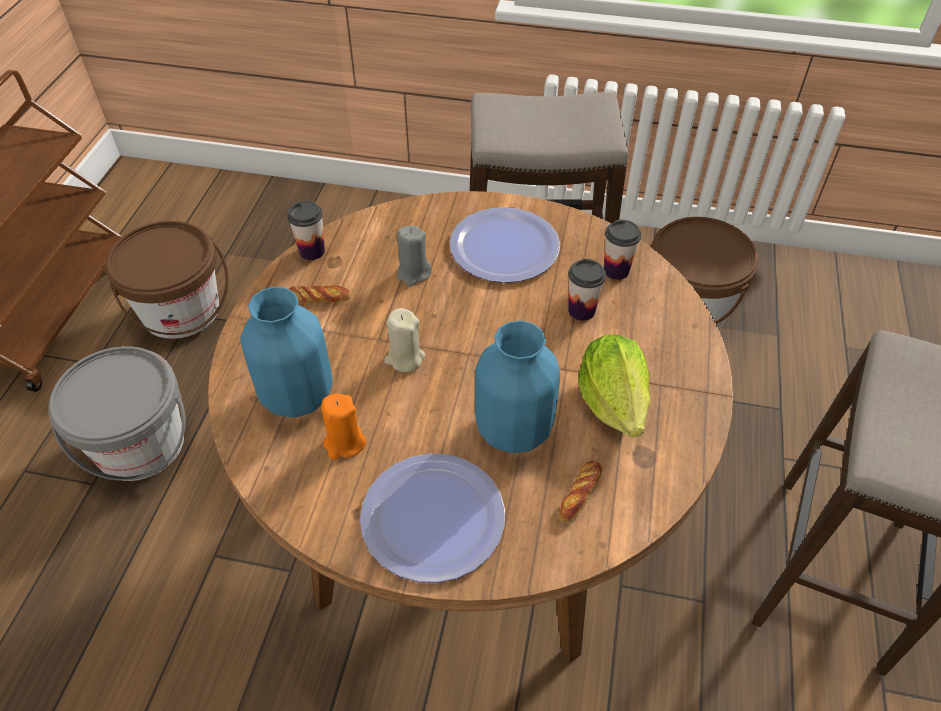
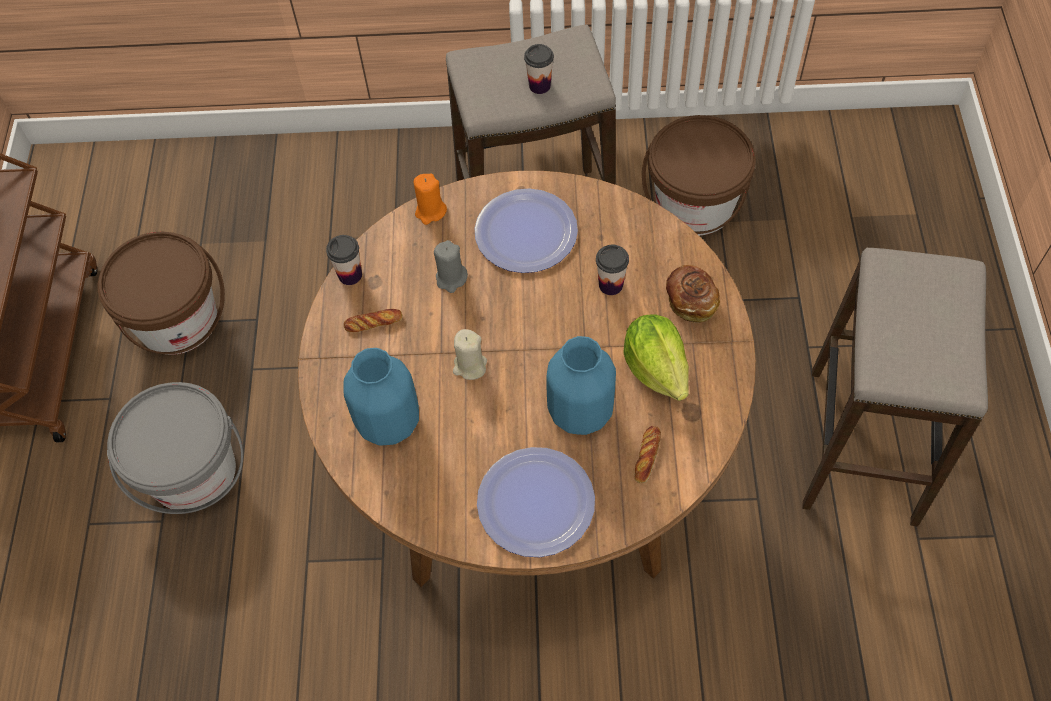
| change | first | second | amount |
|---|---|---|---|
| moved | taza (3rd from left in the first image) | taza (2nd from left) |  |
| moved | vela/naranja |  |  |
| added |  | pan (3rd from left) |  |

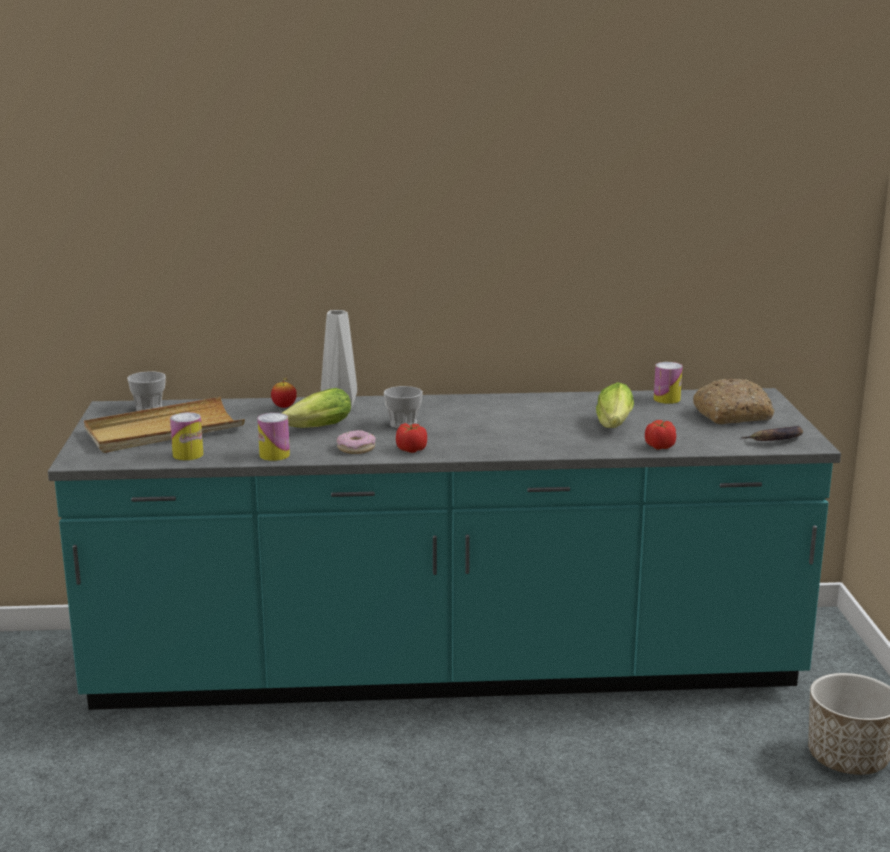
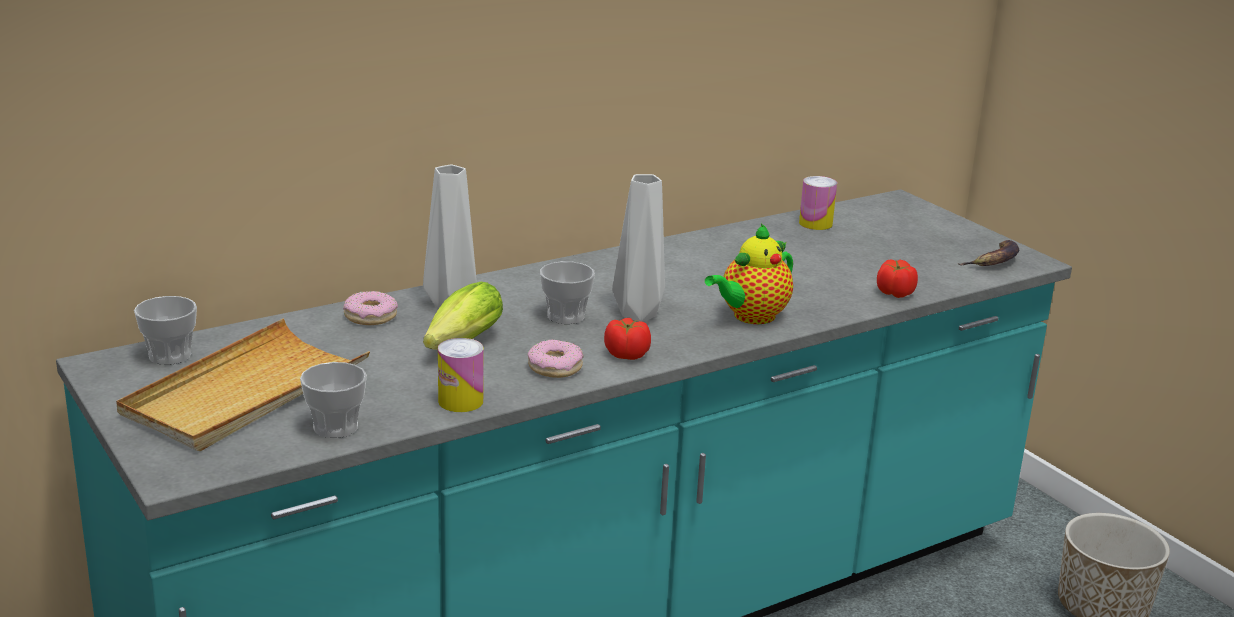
| change | first | second | amount |
|---|---|---|---|
| replaced | manzana | rosquilla (1st from left) |  |
| removed | pan |  |  |
| removed | lechuga (2nd from left) |  |  |
| replaced | lata (1st from left) | taza (2nd from left) |  |
| added |  | florero/gris (2nd from left) |  |
| added |  | tetera |  |

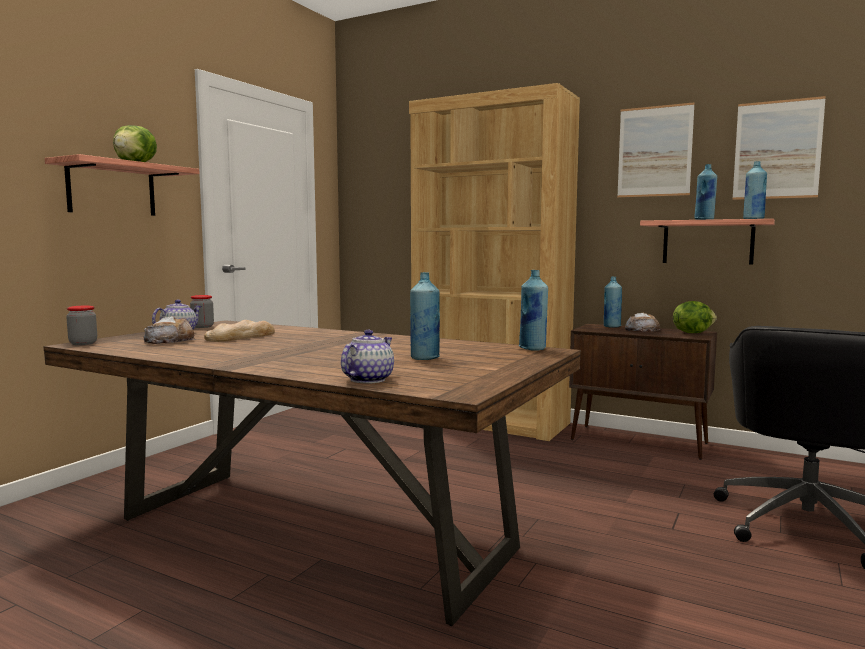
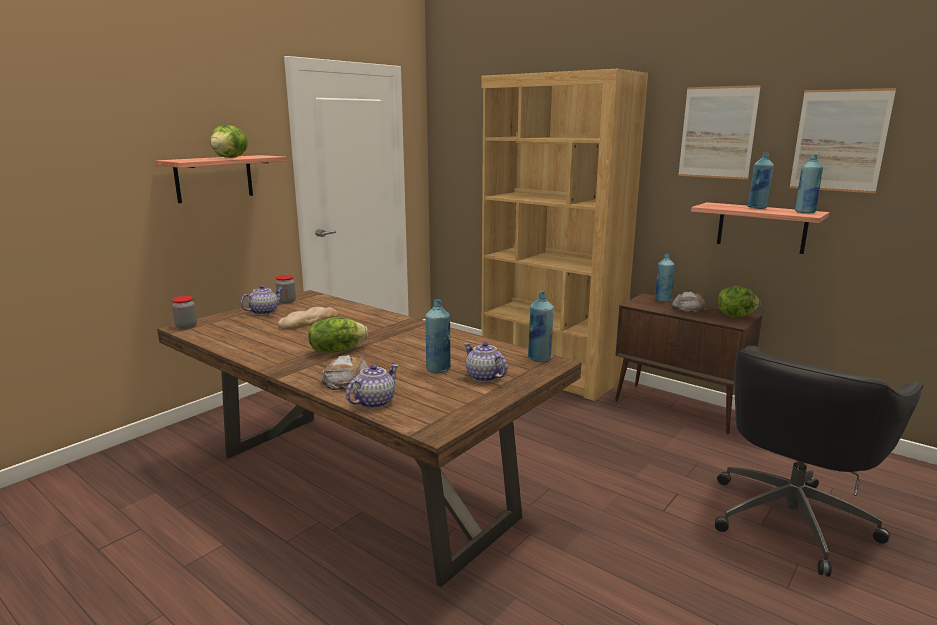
| change | first | second | amount |
|---|---|---|---|
| moved | pan (1st from left in the first image) | pan (2nd from left) |  |
| added |  | lechuga (2nd from left) |  |
| added |  | tetera (3rd from left) |  |

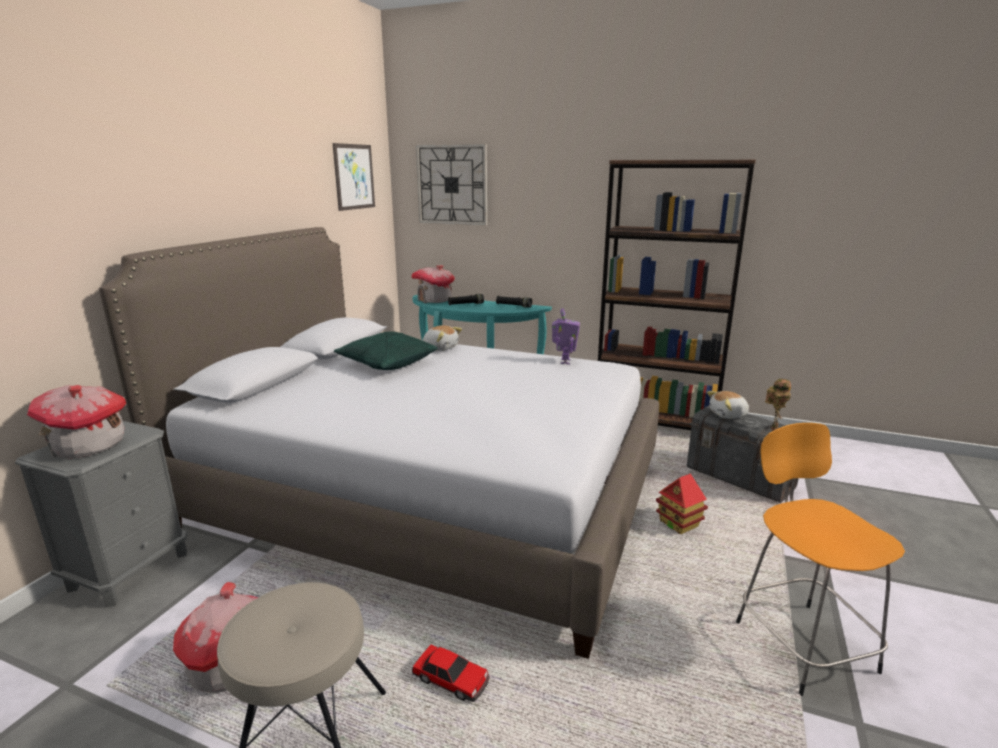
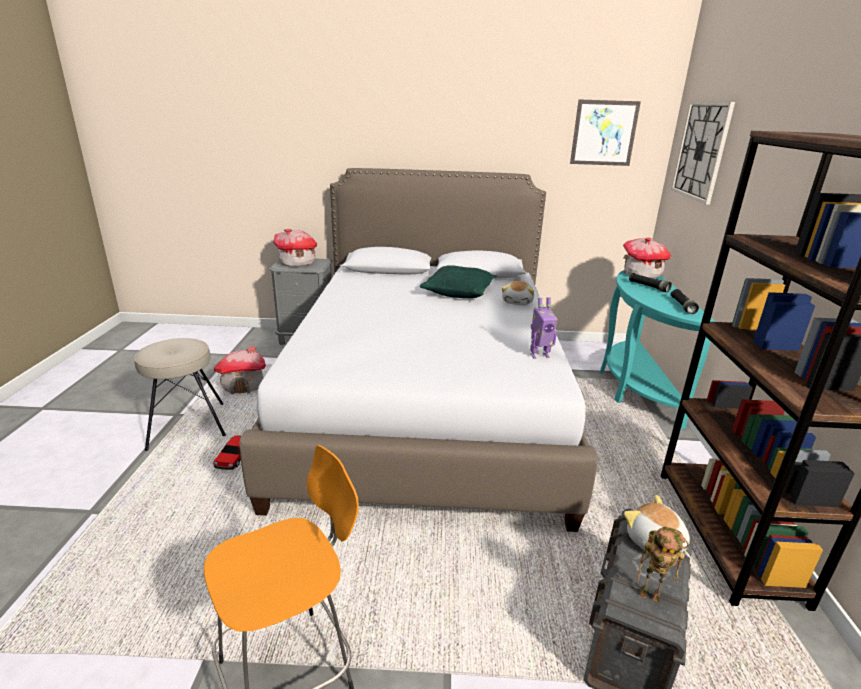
| change | first | second | amount |
|---|---|---|---|
| removed | casita (4th from left) |  |  |

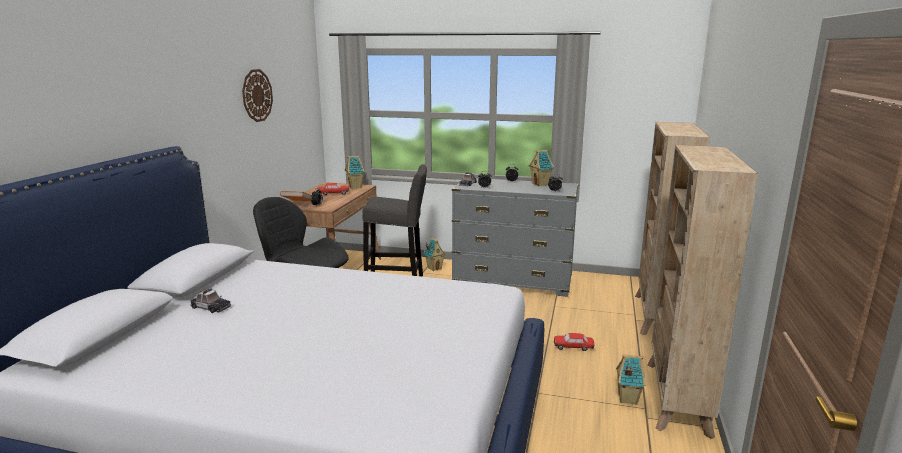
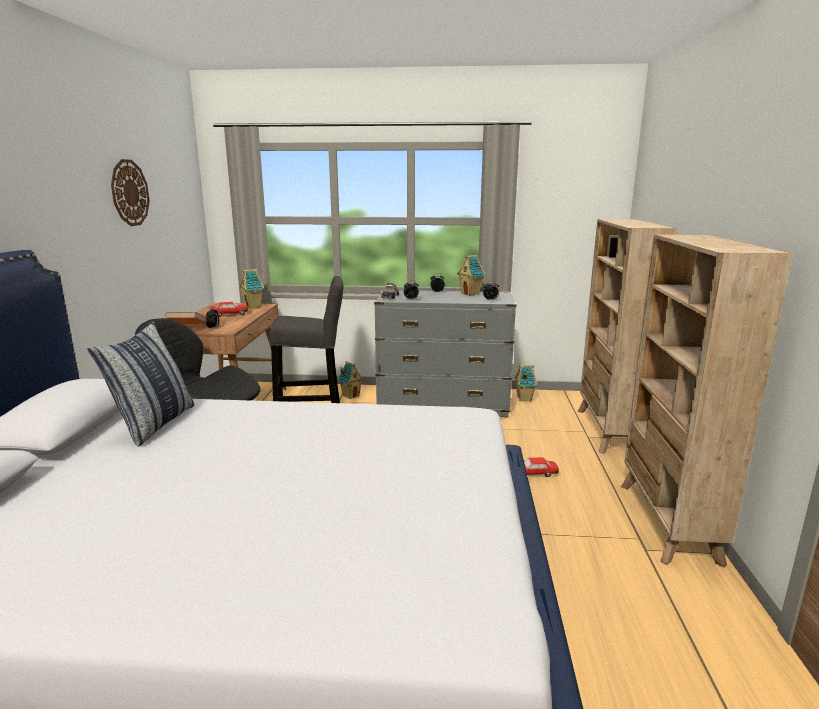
| change | first | second | amount |
|---|---|---|---|
| removed | coche de juguete (1st from left) |  |  |
| moved | casita (4th from left) |  |  |
| added |  | cojín |  |

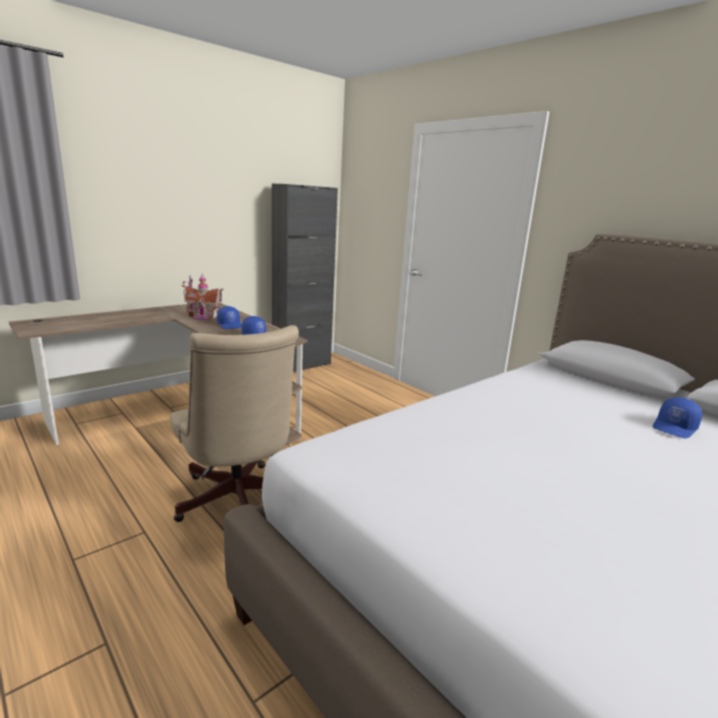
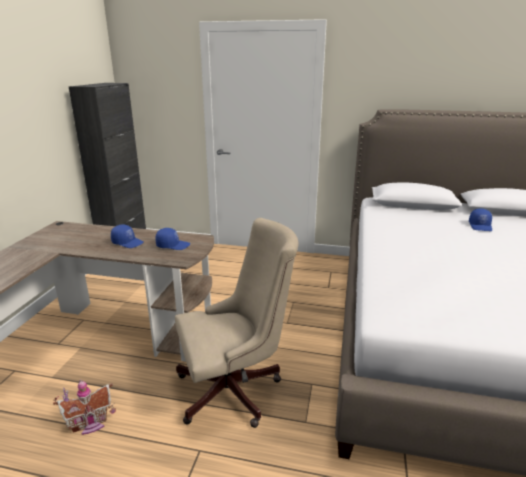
| change | first | second | amount |
|---|---|---|---|
| moved | casita |  |  |
| turned | silla de oficina/beis |  | 45 degrees counterclockwise |

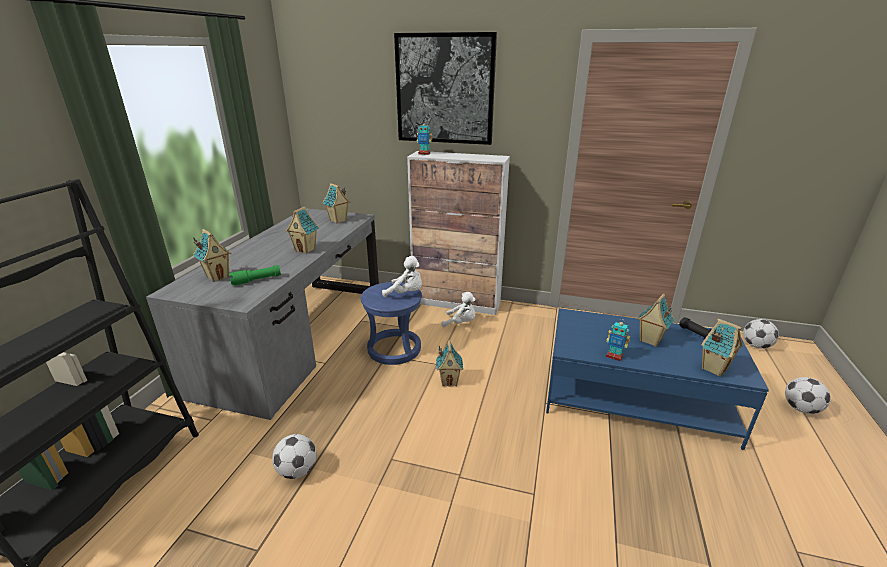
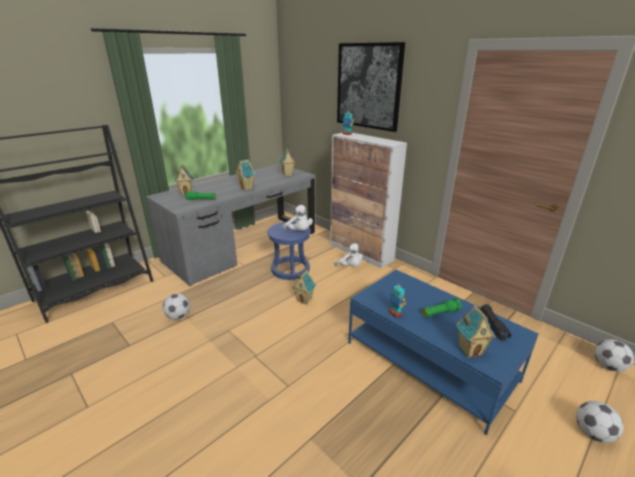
| change | first | second | amount |
|---|---|---|---|
| replaced | casita (5th from left) | linterna/verde (2nd from left) |  |

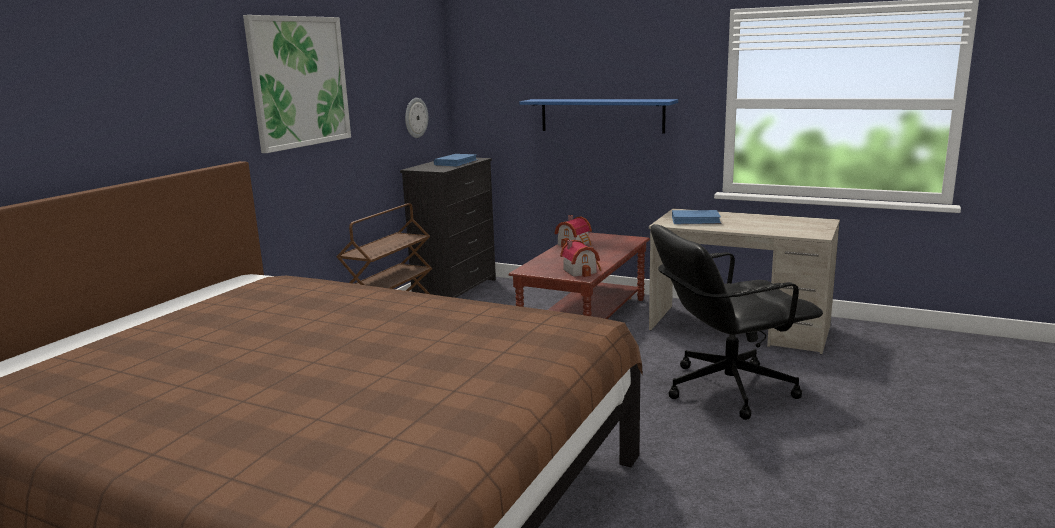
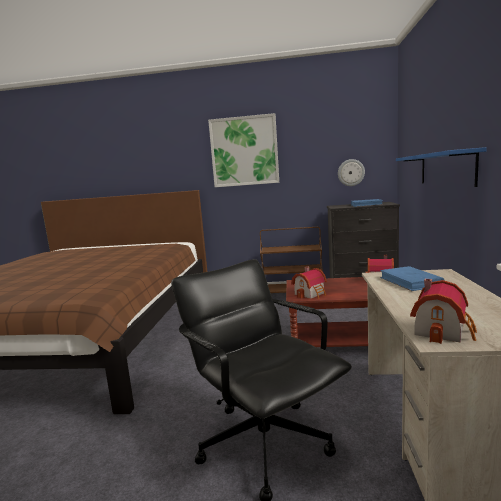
| change | first | second | amount |
|---|---|---|---|
| added |  | casita (3rd from left) |  |

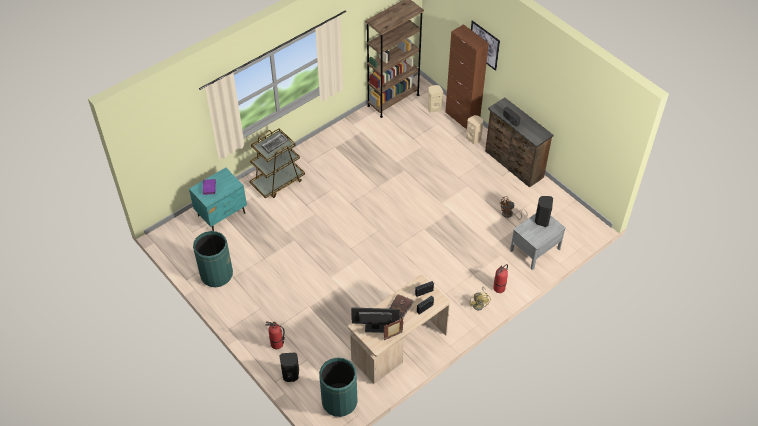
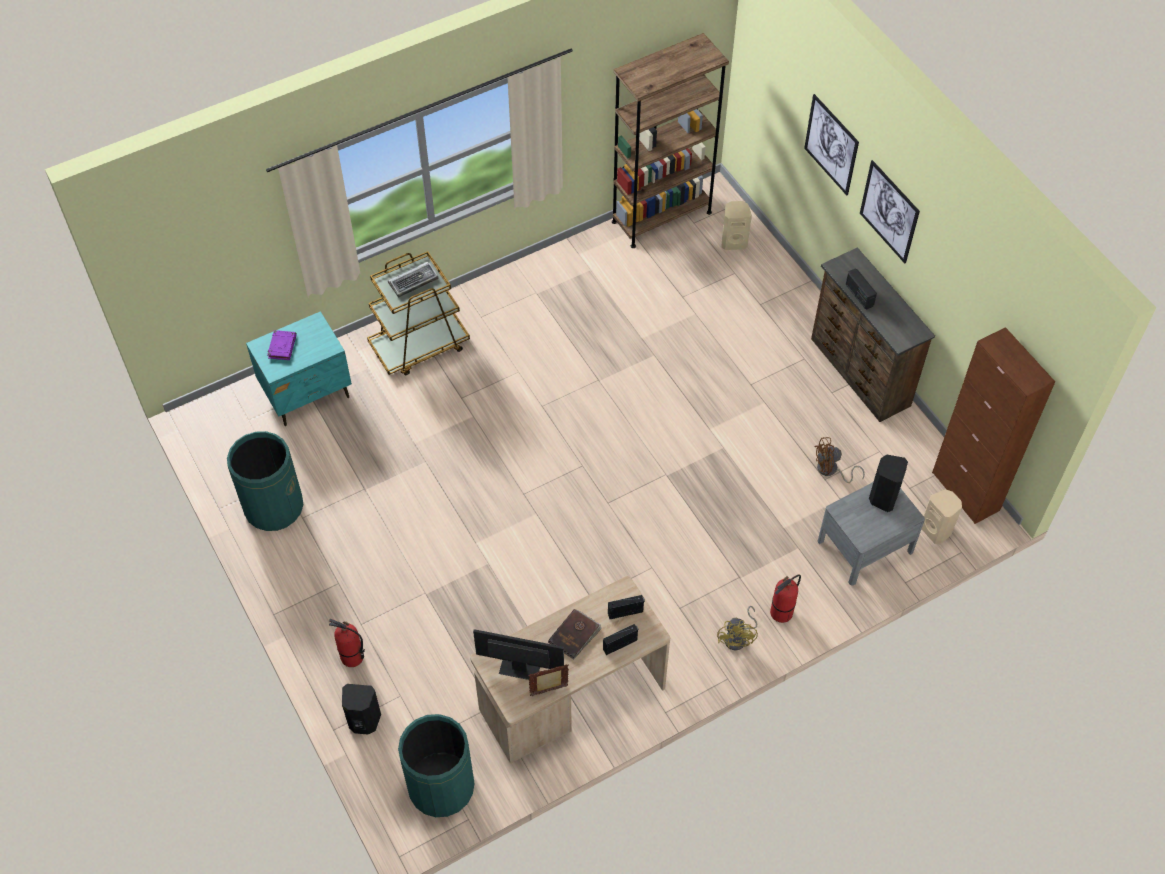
| change | first | second | amount |
|---|---|---|---|
| moved | armario/marrón |  |  |
| moved | altavoz/beis (2nd from left) |  |  |
| added |  | cuadro (2nd from left) |  |

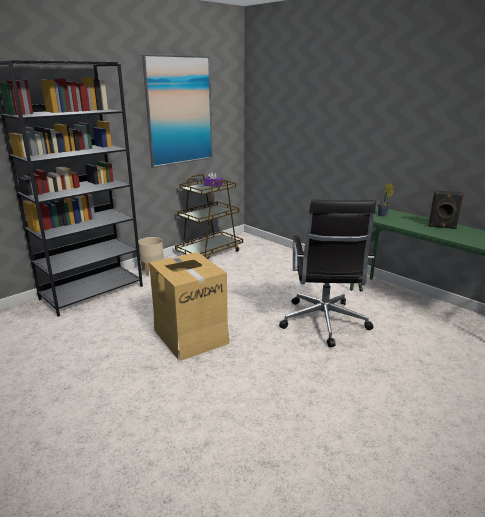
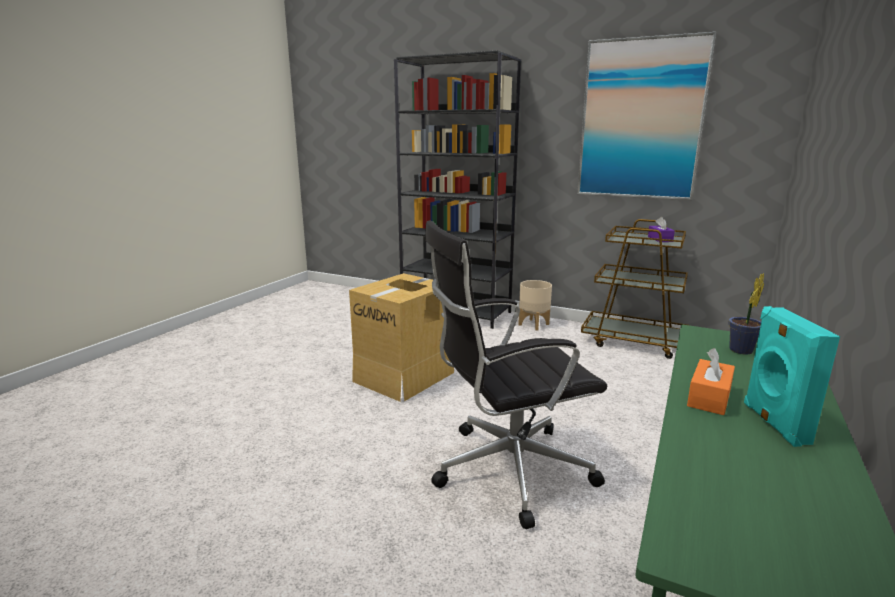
| change | first | second | amount |
|---|---|---|---|
| recoloured | altavoz/negro | altavoz/turquesa |  |
| added |  | caja de pañuelos/naranja |  |

